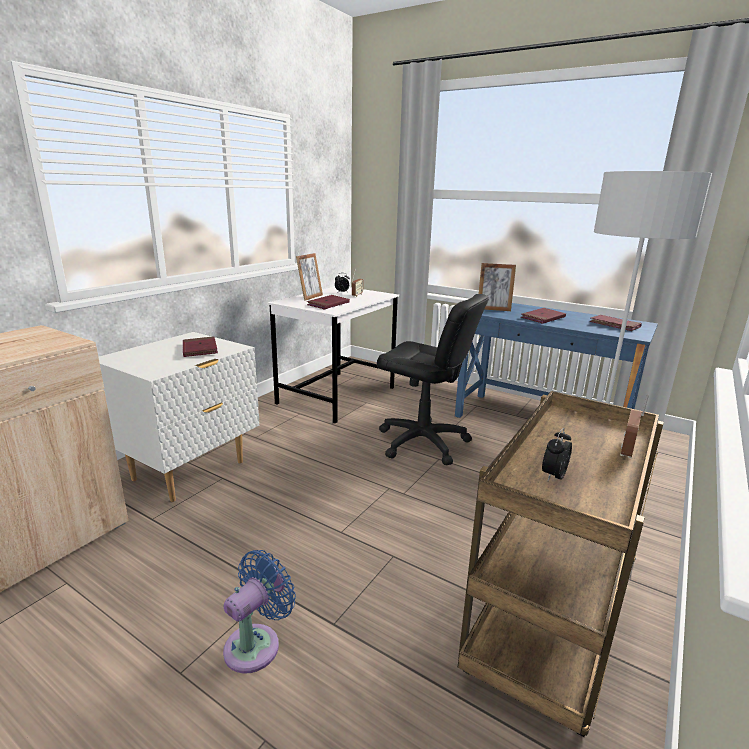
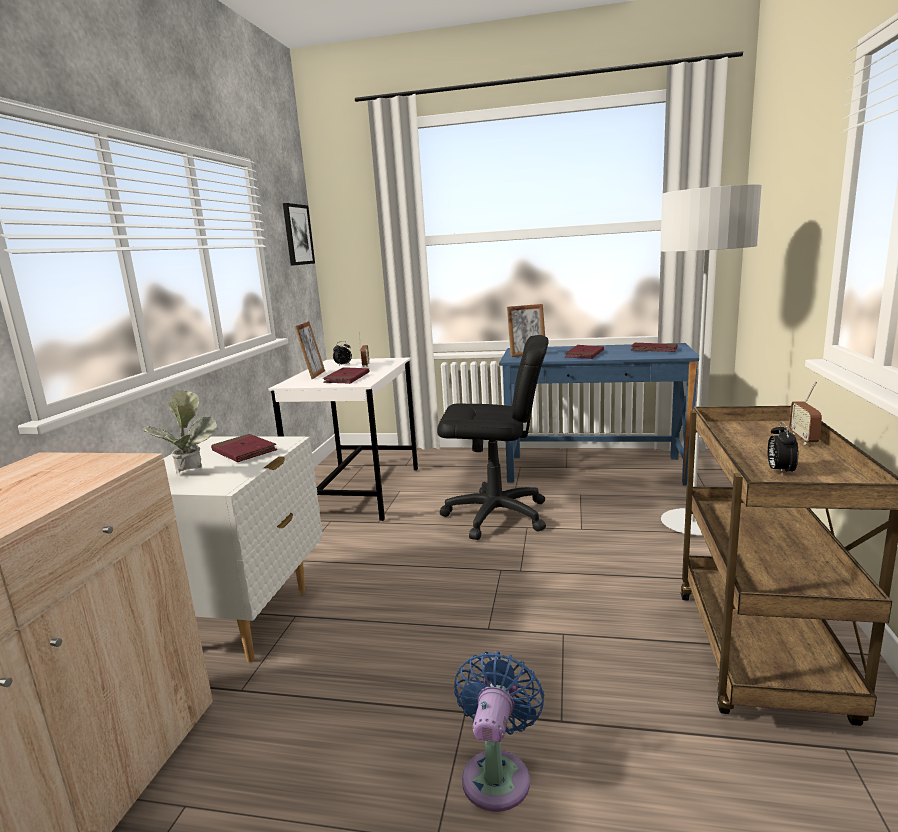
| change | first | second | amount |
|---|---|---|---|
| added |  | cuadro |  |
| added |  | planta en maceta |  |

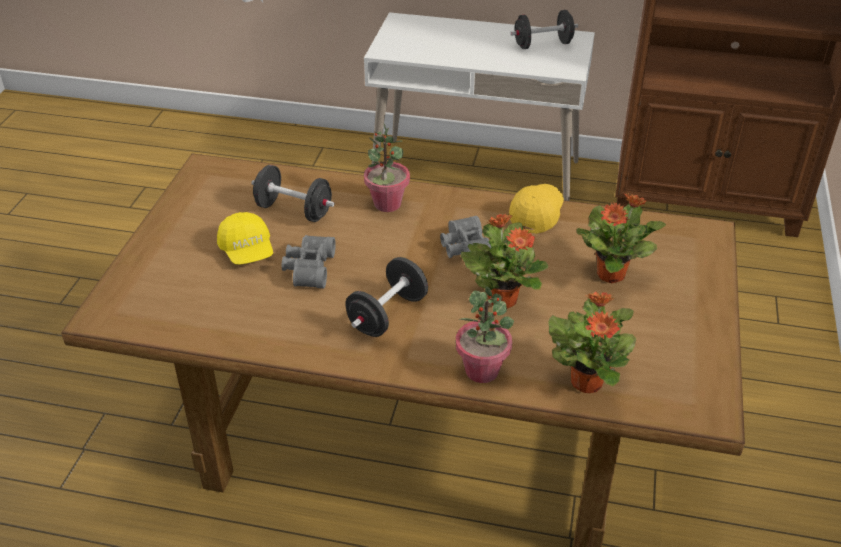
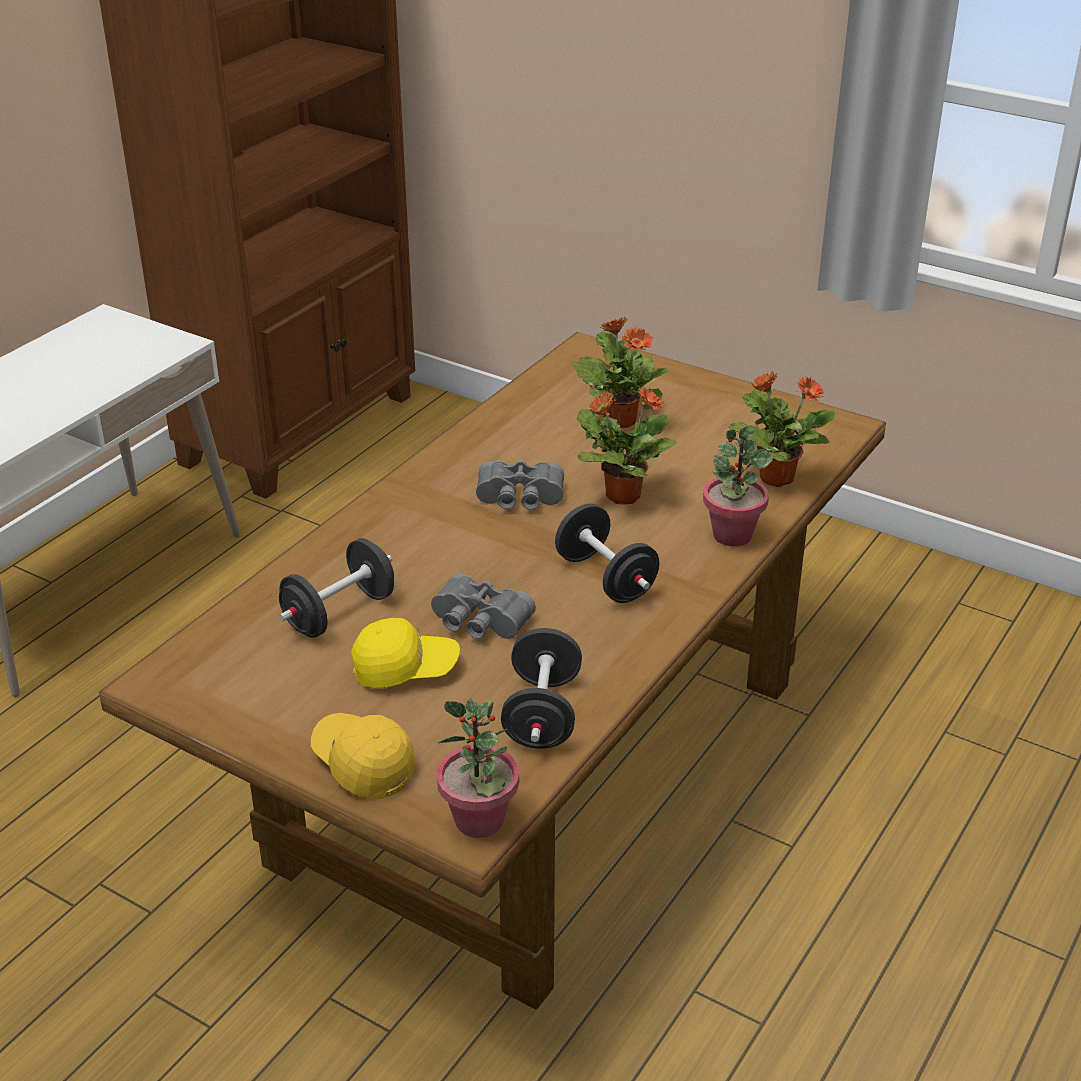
| change | first | second | amount |
|---|---|---|---|
| moved | mancuerna/negro (3rd from left in the first image) | mancuerna/negro (2nd from left) |  |
| moved | planta en maceta (1st from left) |  |  |
| moved | gorra/amarillo (2nd from left in the first image) | gorra/amarillo (1st from left) |  |

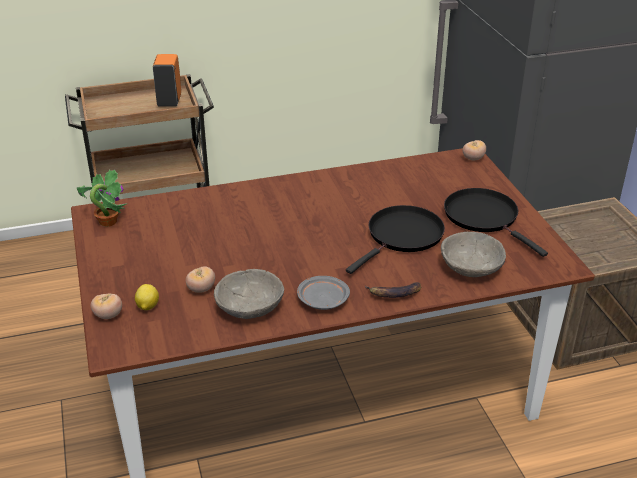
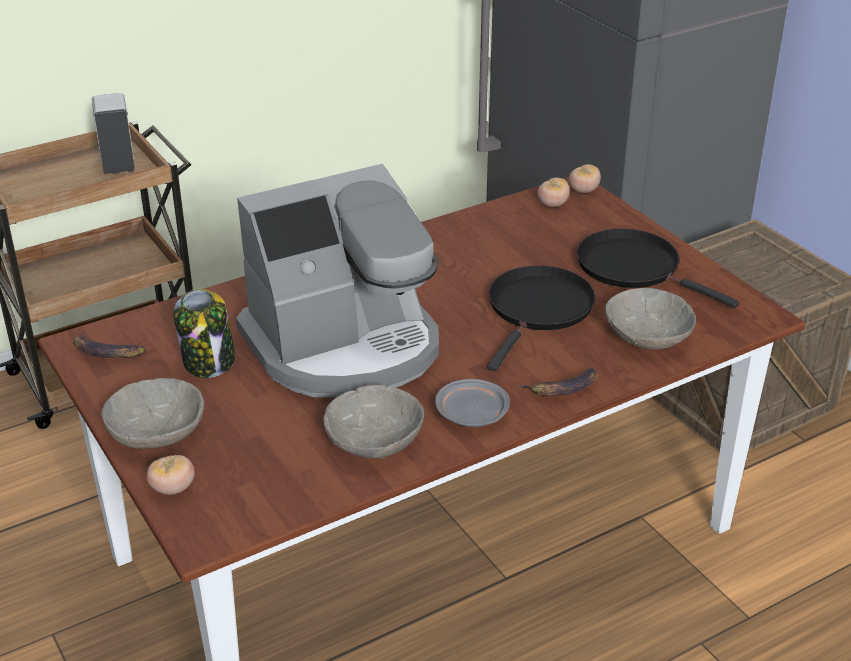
| change | first | second | amount |
|---|---|---|---|
| recoloured | dispensador de jabón/naranja | dispensador de jabón/blanco |  |
| replaced | planta en maceta | plátano (1st from left) |  |
| moved | tomate (2nd from left) |  |  |
| removed | limón |  |  |
| added |  | cafetera |  |
| added |  | tarro |  |
| added |  | cuenco/gris (1st from left) |  |

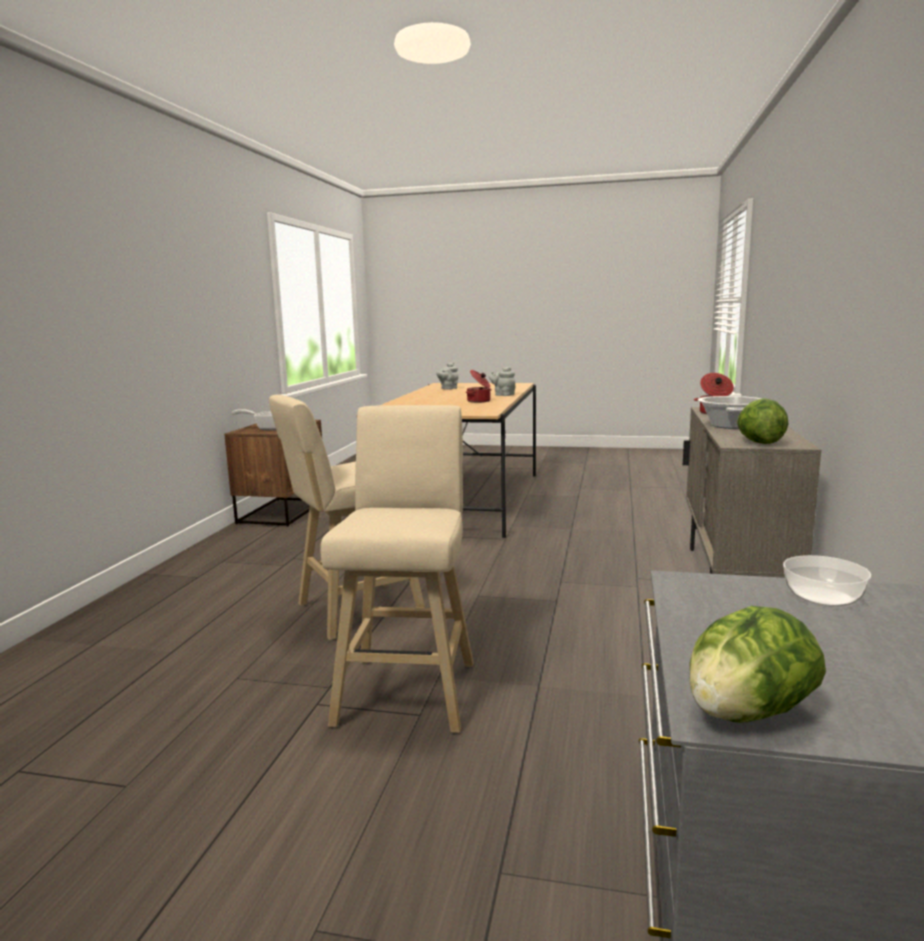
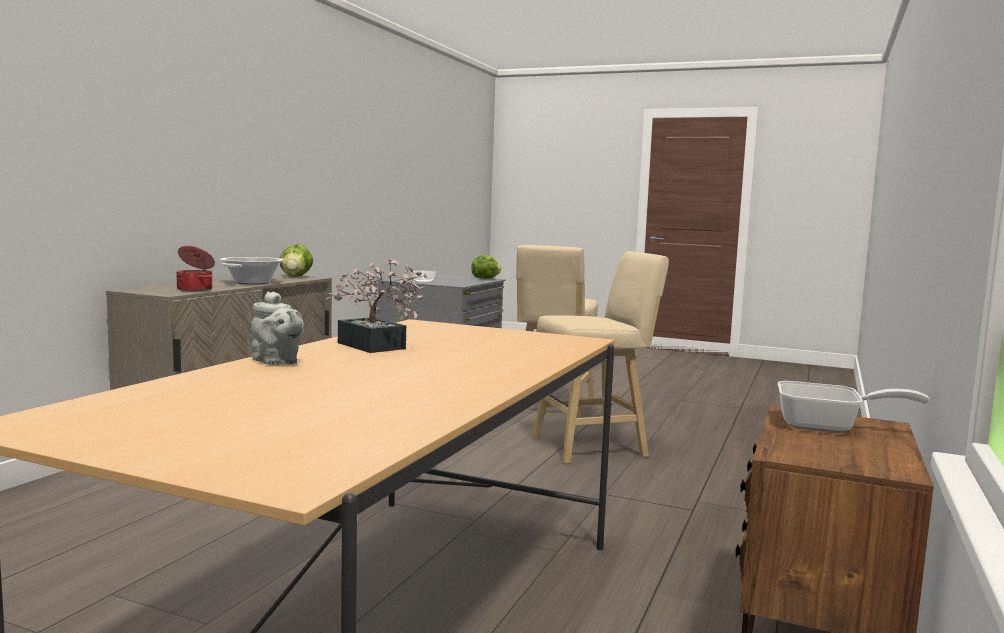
| change | first | second | amount |
|---|---|---|---|
| removed | tetera/gris (1st from left) |  |  |
| replaced | olla (1st from left) | planta en maceta |  |

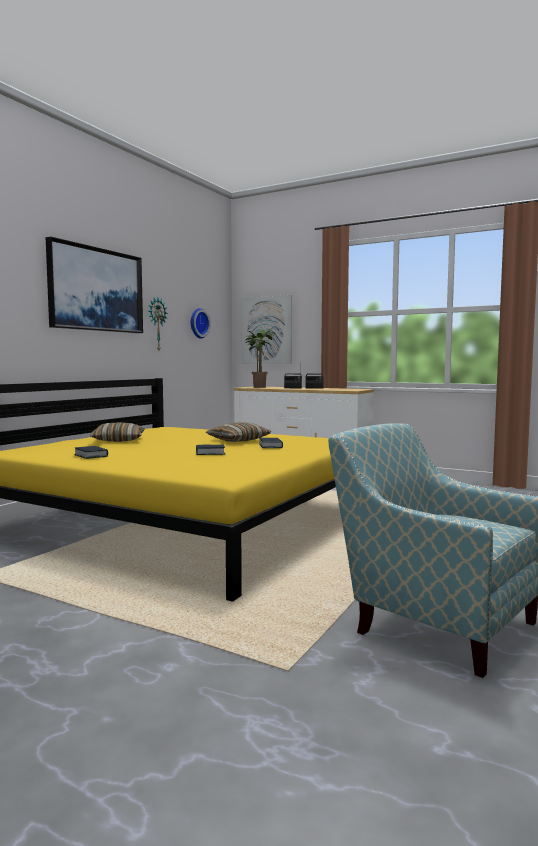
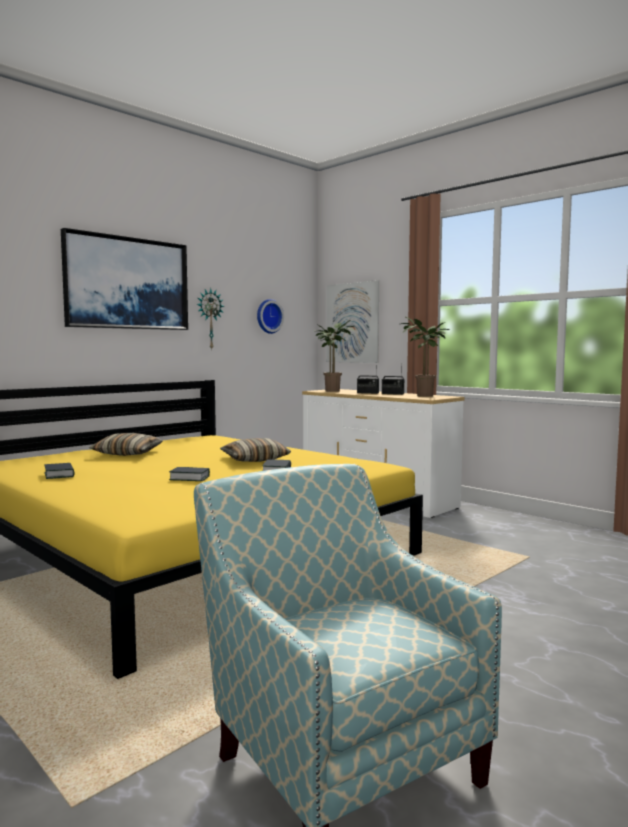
| change | first | second | amount |
|---|---|---|---|
| added |  | planta en maceta (2nd from left) |  |

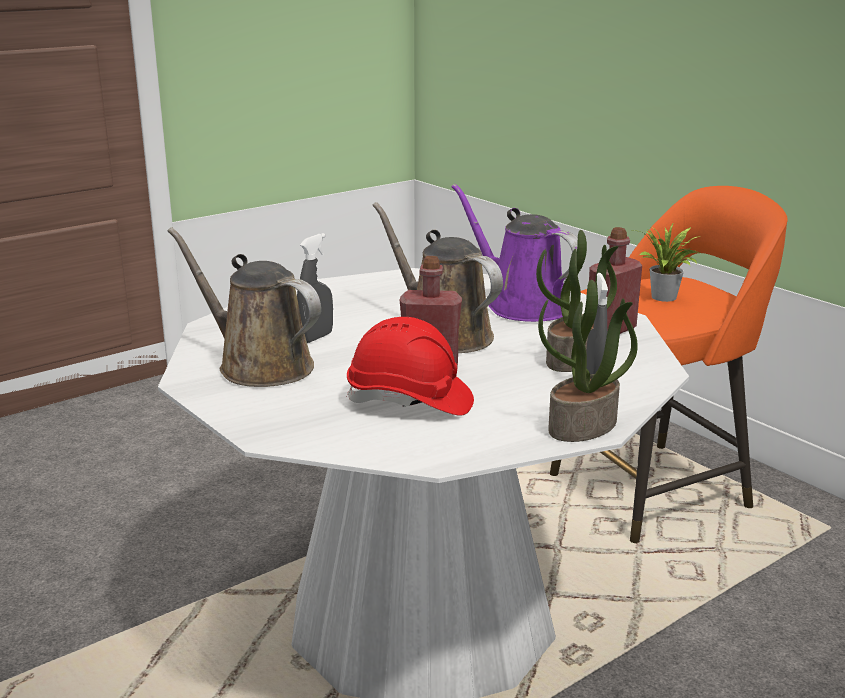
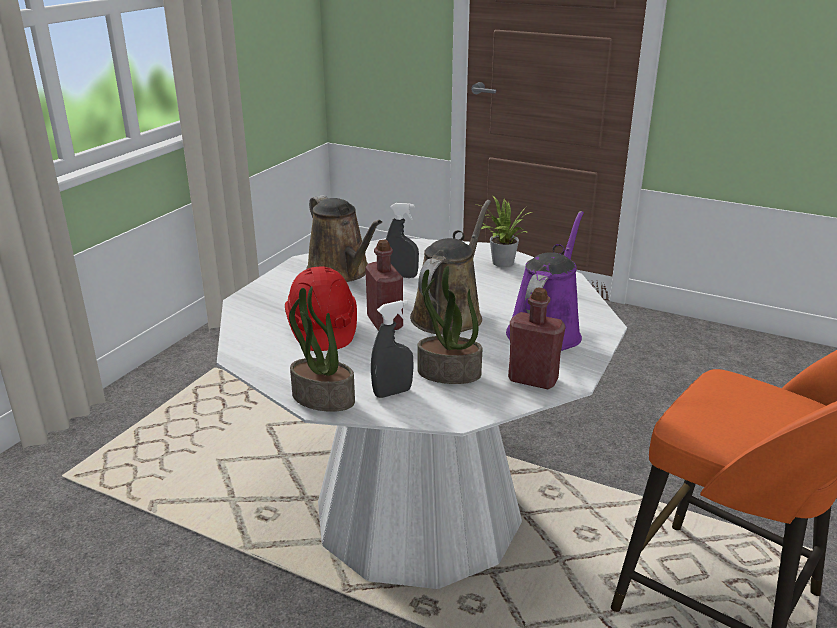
| change | first | second | amount |
|---|---|---|---|
| moved | planta en maceta (3rd from left) |  |  |
| turned | regadera/marrón (1st from left) |  | 135 degrees clockwise |

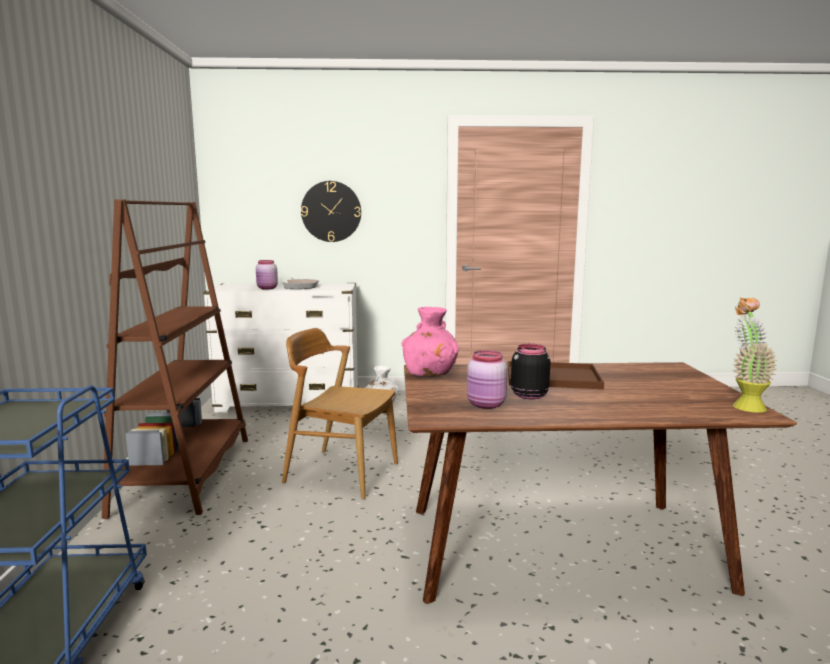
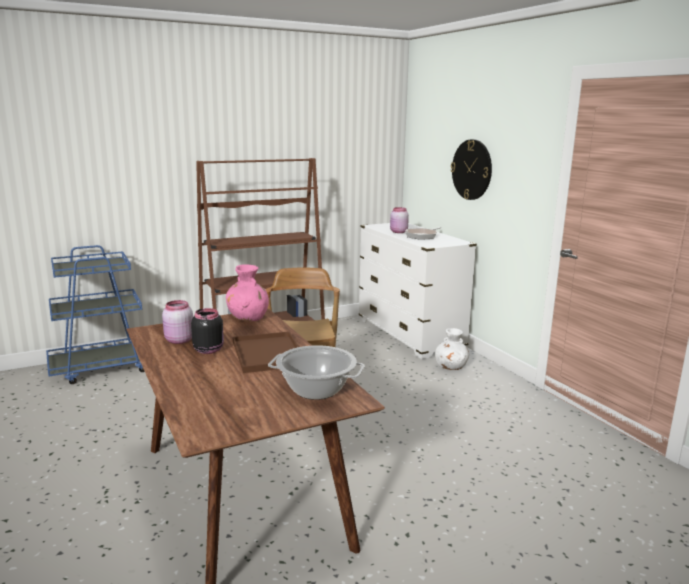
| change | first | second | amount |
|---|---|---|---|
| removed | planta en maceta |  |  |
| added |  | olla |  |

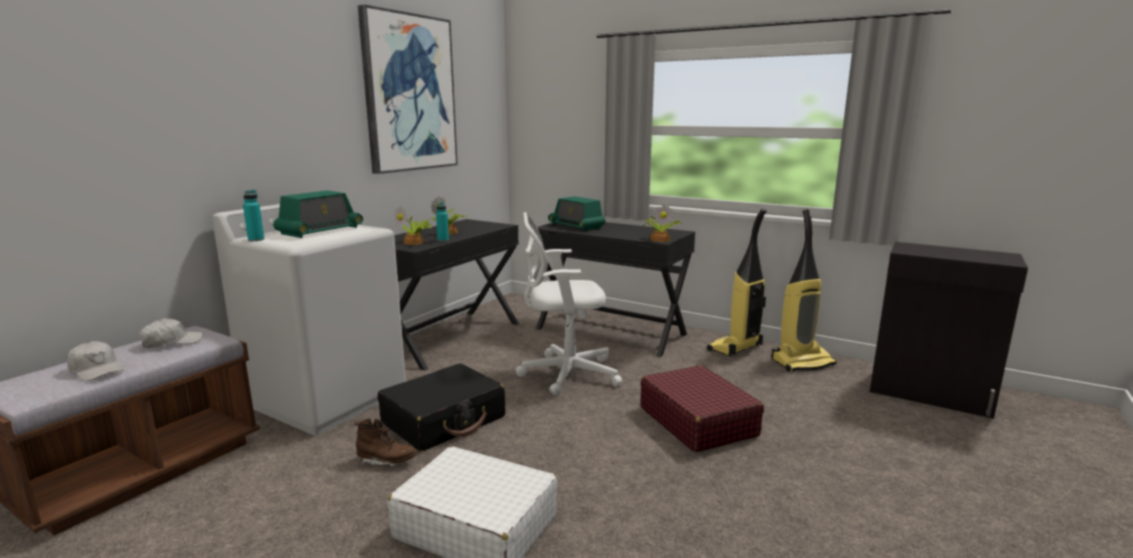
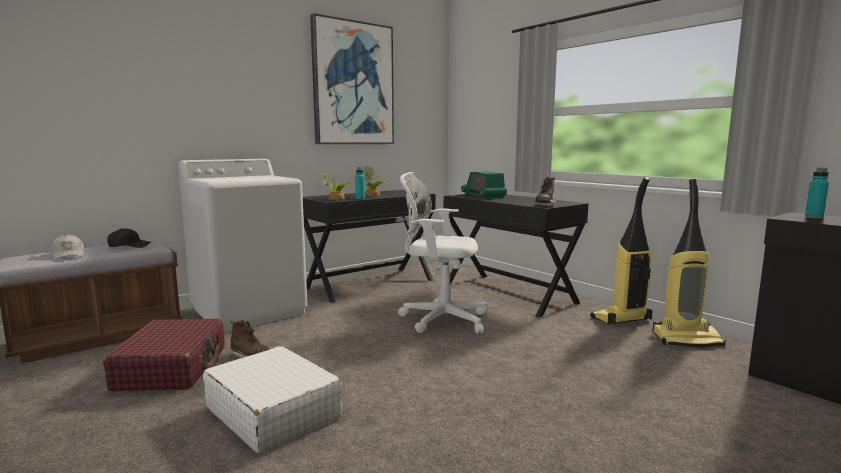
| change | first | second | amount |
|---|---|---|---|
| moved | botella/turquesa (1st from left in the first image) | botella/turquesa (2nd from left) |  |
| removed | radio (1st from left) |  |  |
| replaced | planta en maceta (3rd from left) | bota/marrón (2nd from left) |  |
| recoloured | gorra/blanco (2nd from left) | gorra/negro |  |
| removed | maleta/negro |  |  |
| moved | maleta/rojo |  |  |

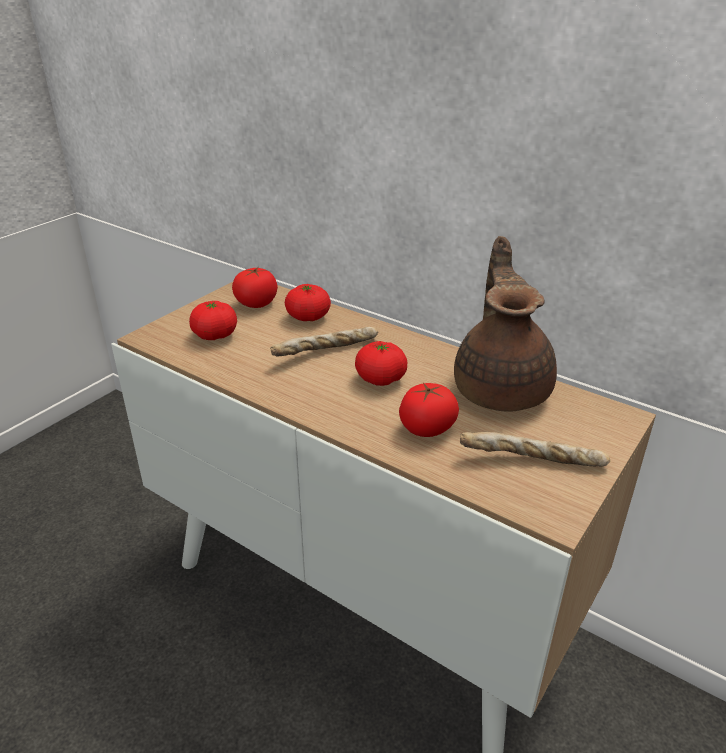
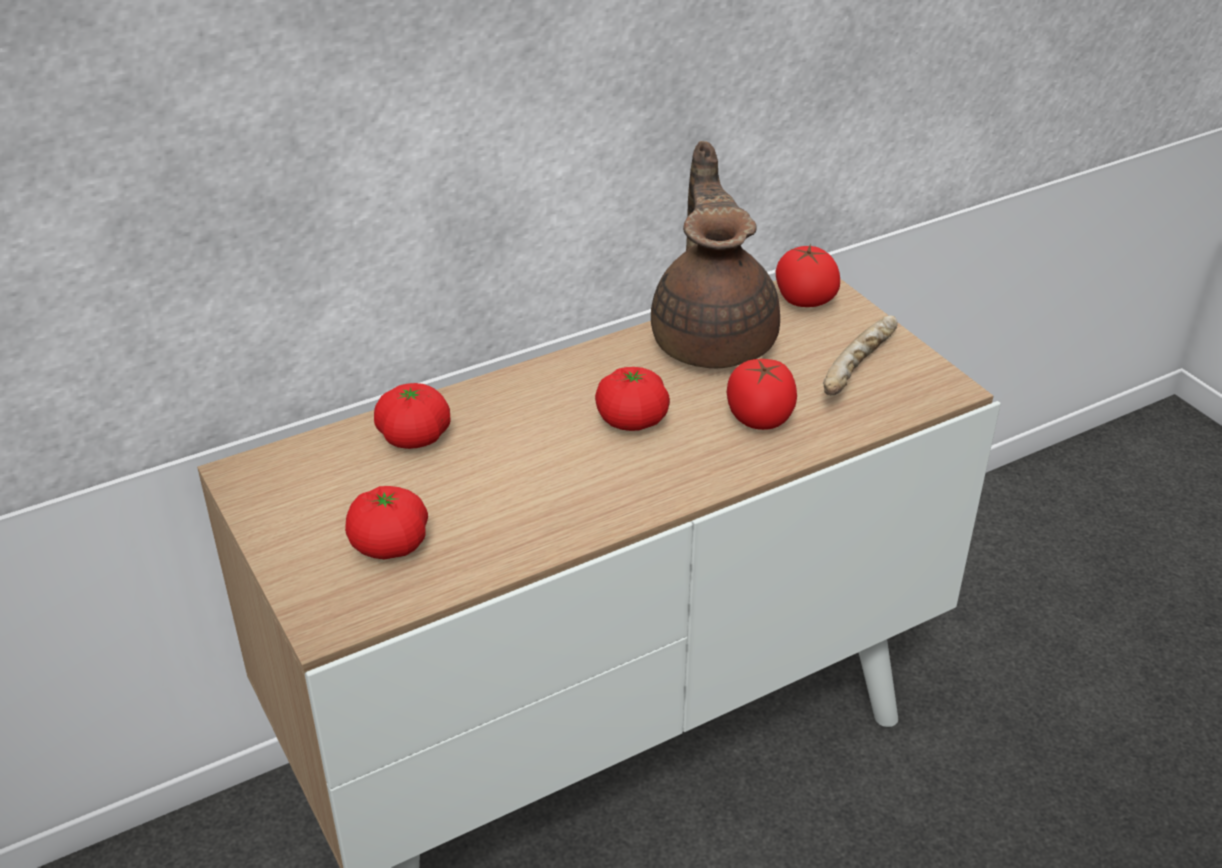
| change | first | second | amount |
|---|---|---|---|
| turned | tetera/marrón |  | 60 degrees clockwise |
| moved | tomate (2nd from left in the first image) | tomate (5th from left) |  |
| removed | pan (1st from left) |  |  |

